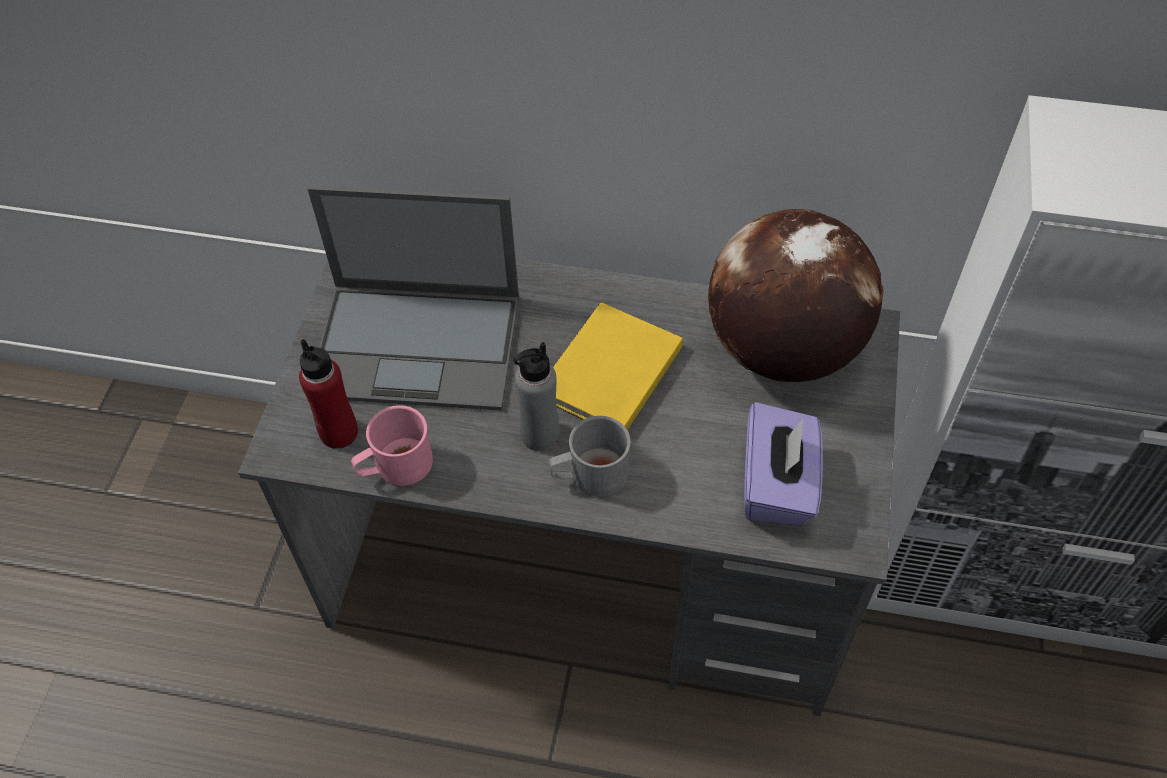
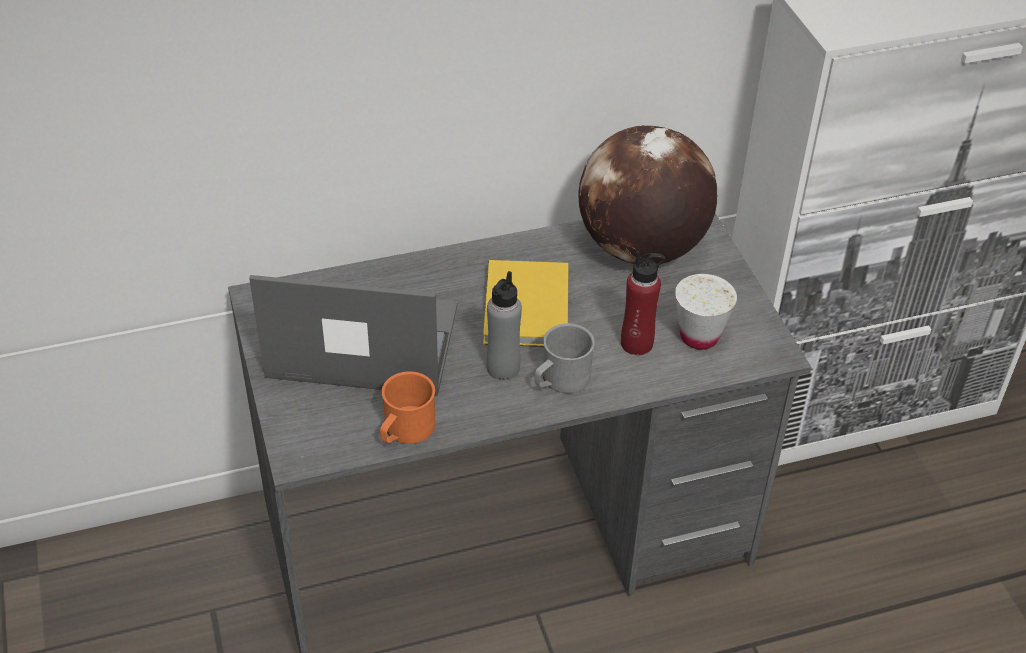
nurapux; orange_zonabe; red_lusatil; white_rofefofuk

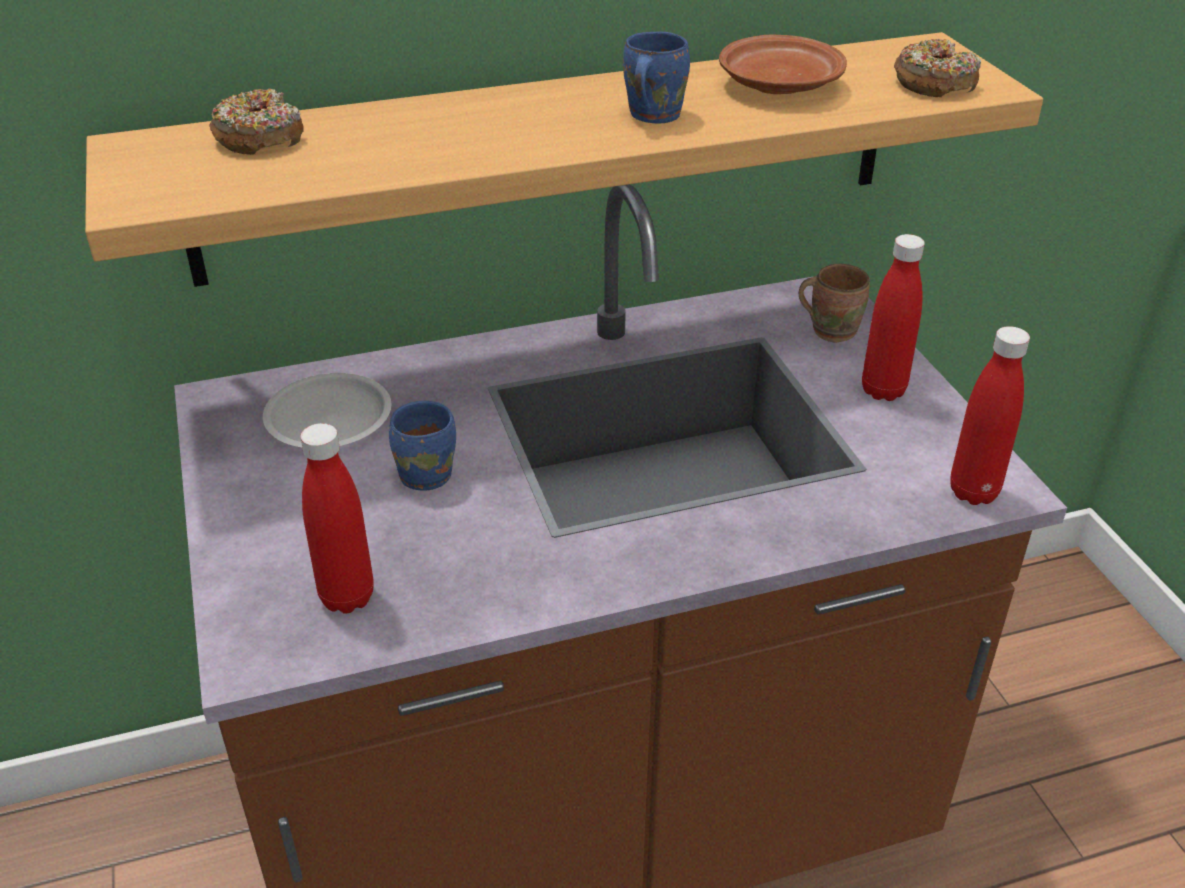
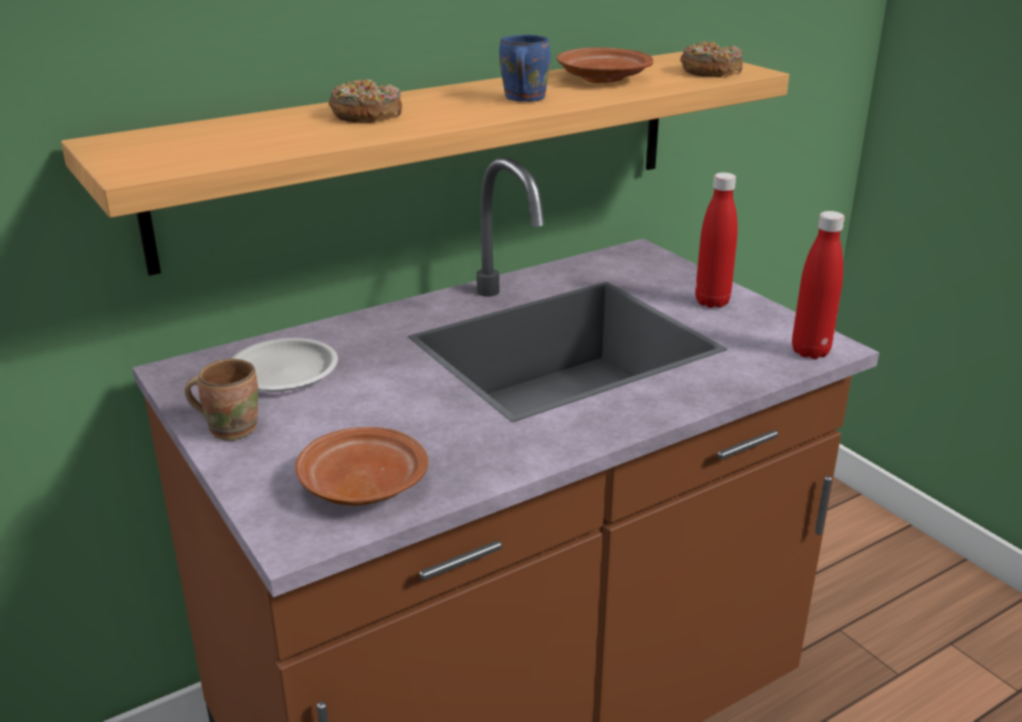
brown_zonabe; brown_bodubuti (1st from left); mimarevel (1st from left); blue_zonabe (1st from left in the first image)

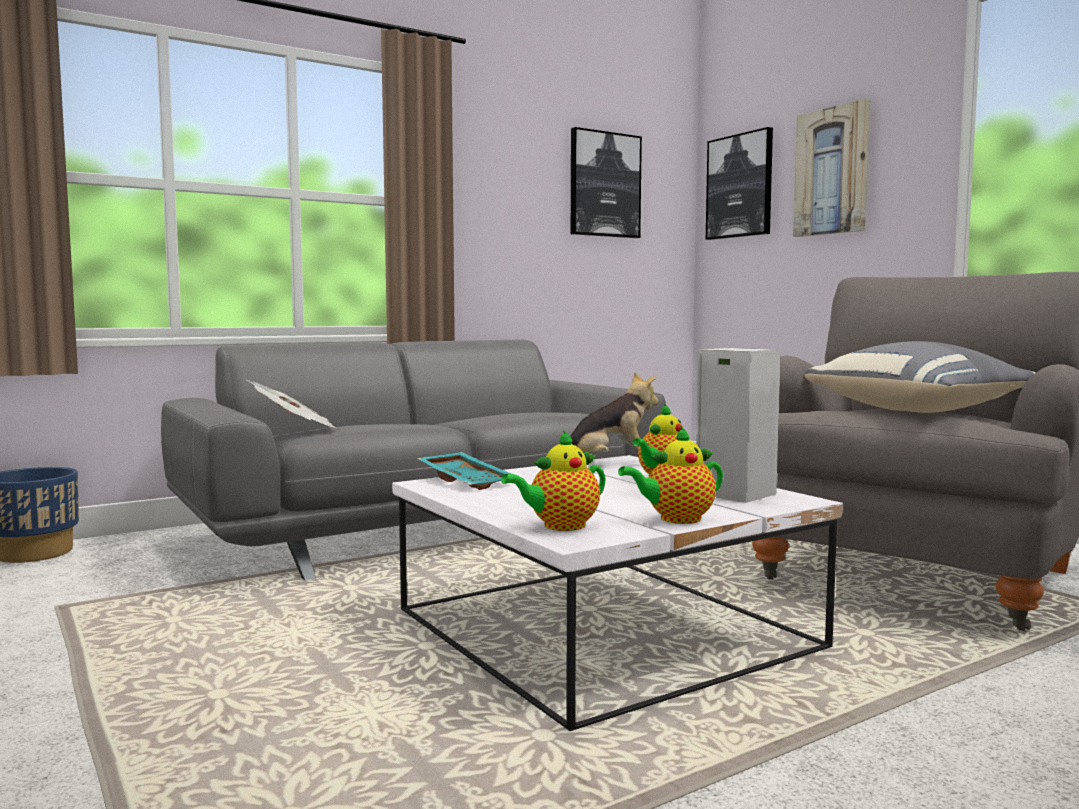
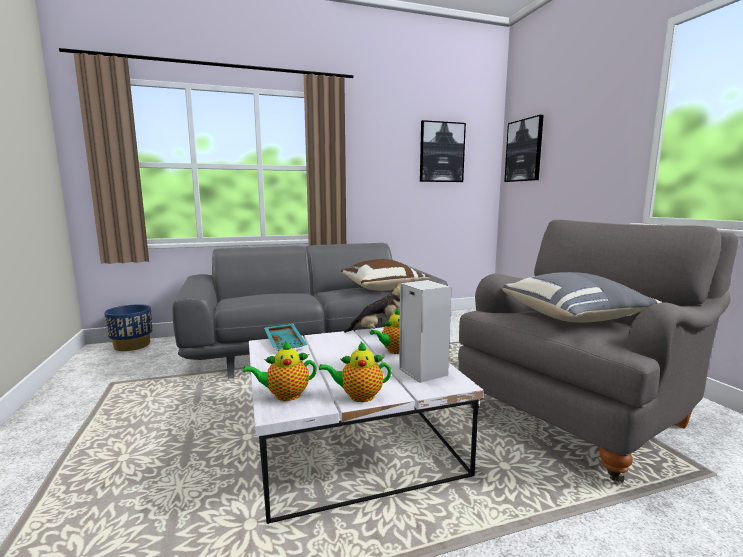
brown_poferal; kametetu; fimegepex (3rd from left in the first image)

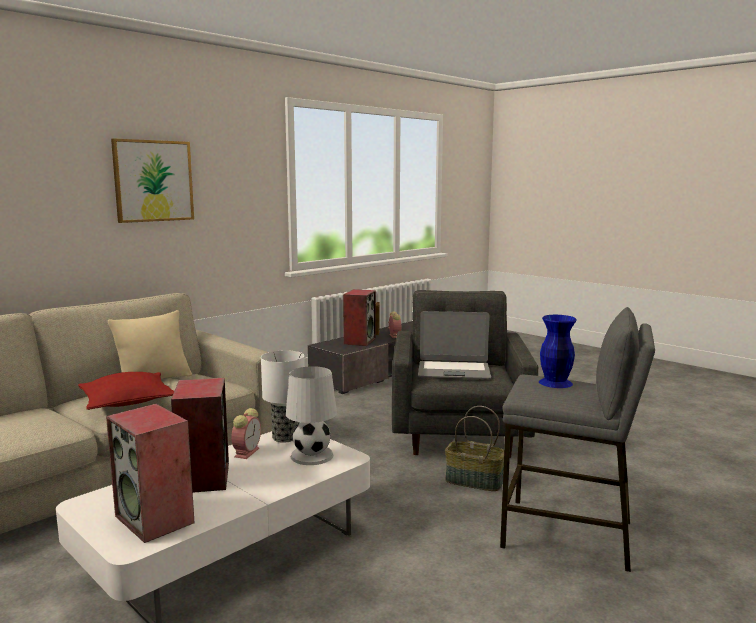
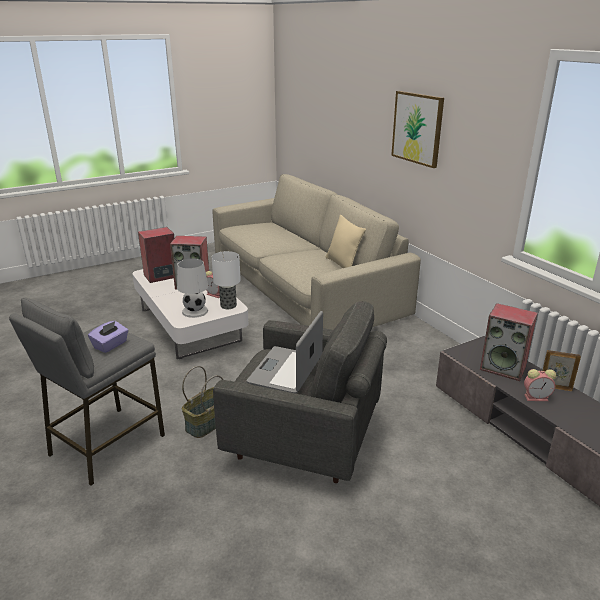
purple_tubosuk; red_poferal

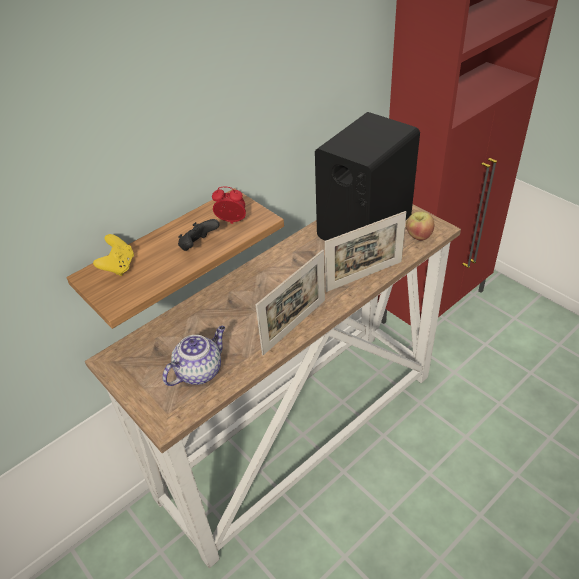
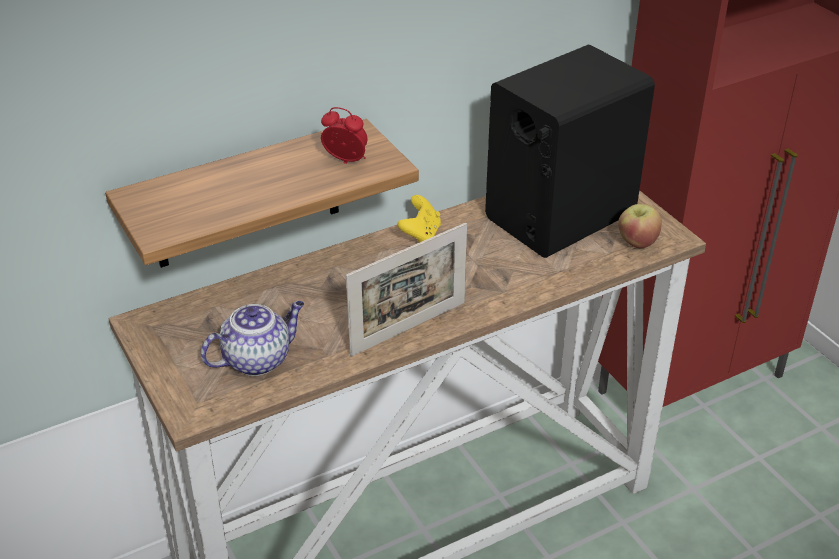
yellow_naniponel; black_naniponel; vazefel (2nd from left in the first image)

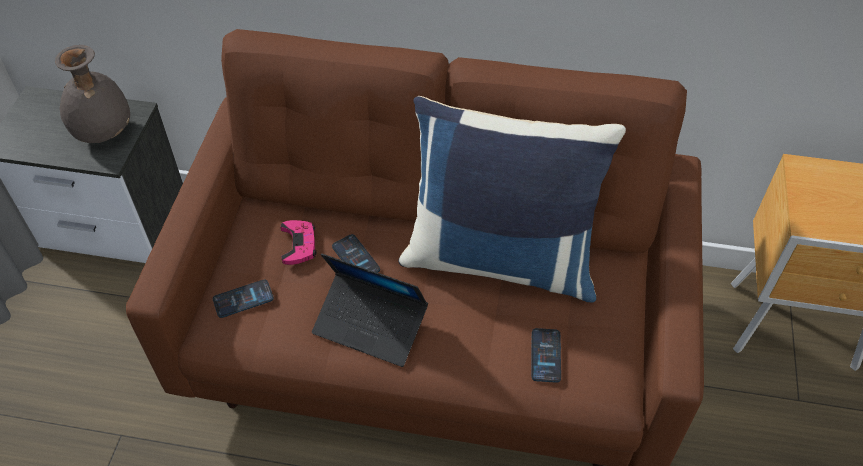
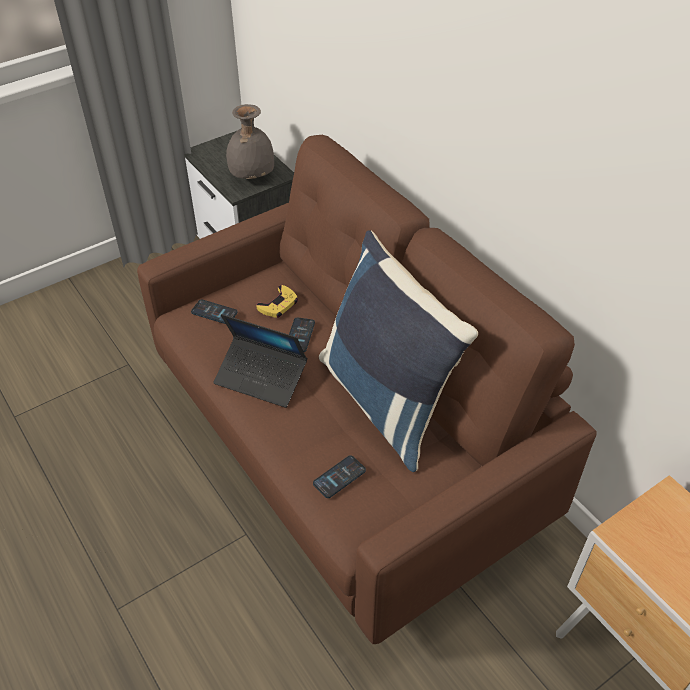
nurapux; yellow_naniponel

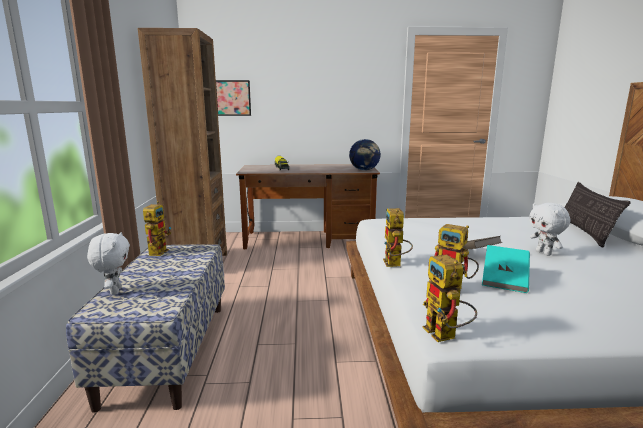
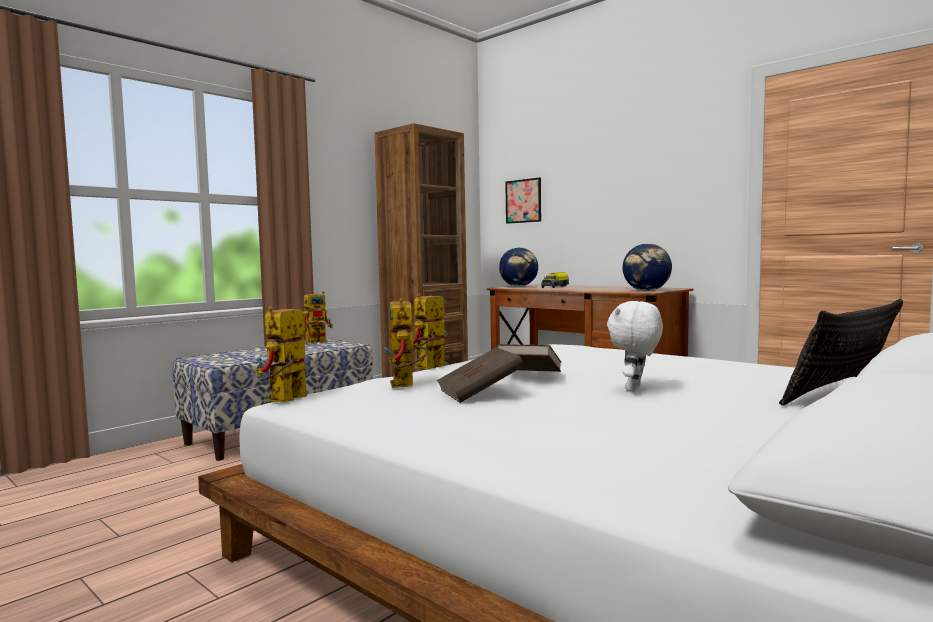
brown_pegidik (1st from left); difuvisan (1st from left); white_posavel (1st from left in the first image)

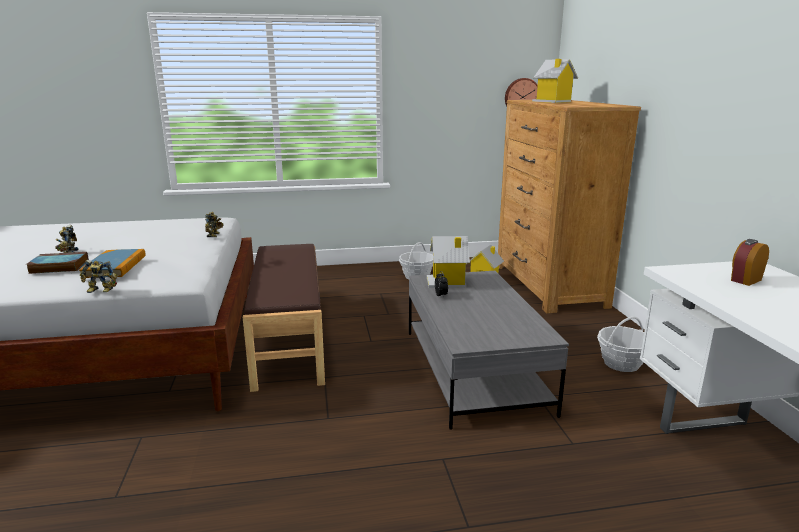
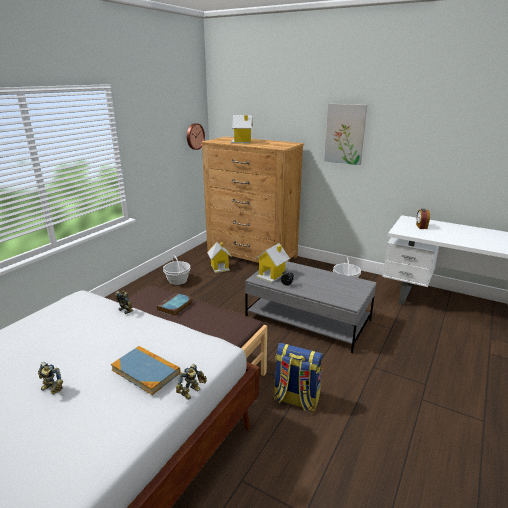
pegidik (2nd from left); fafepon; fimegepex

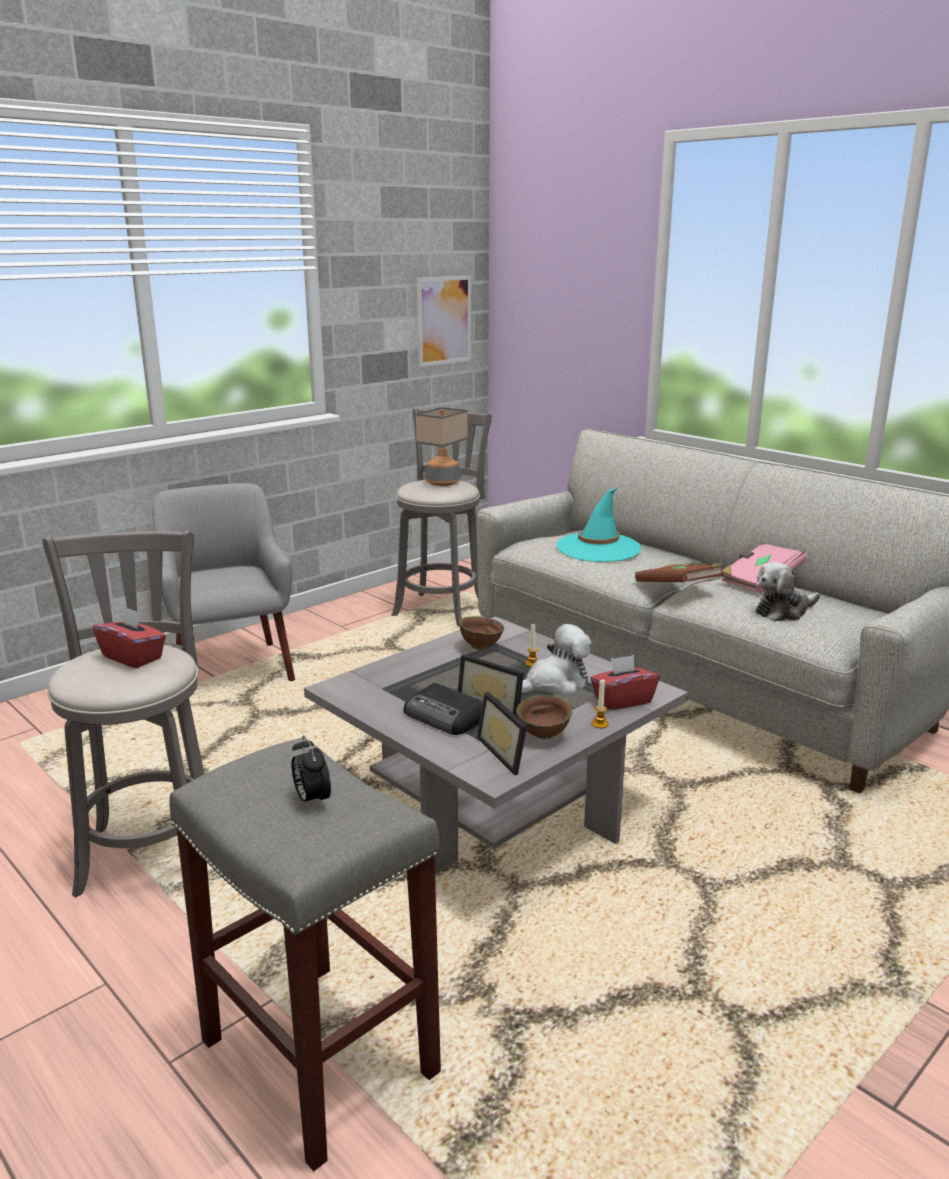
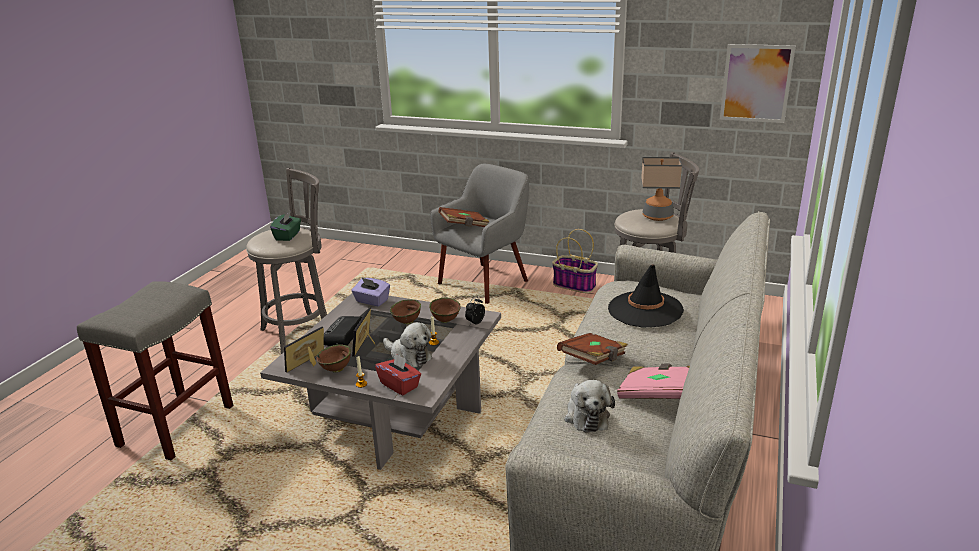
green_tubosuk; purple_tubosuk; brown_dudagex (2nd from left); brown_pegidik (1st from left); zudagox; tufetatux; posavel (2nd from left); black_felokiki

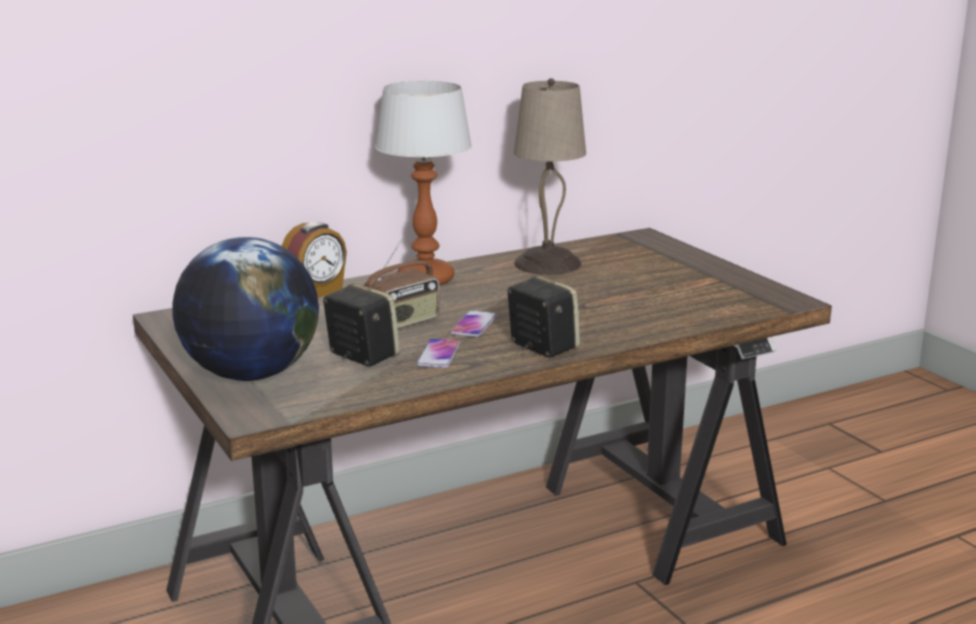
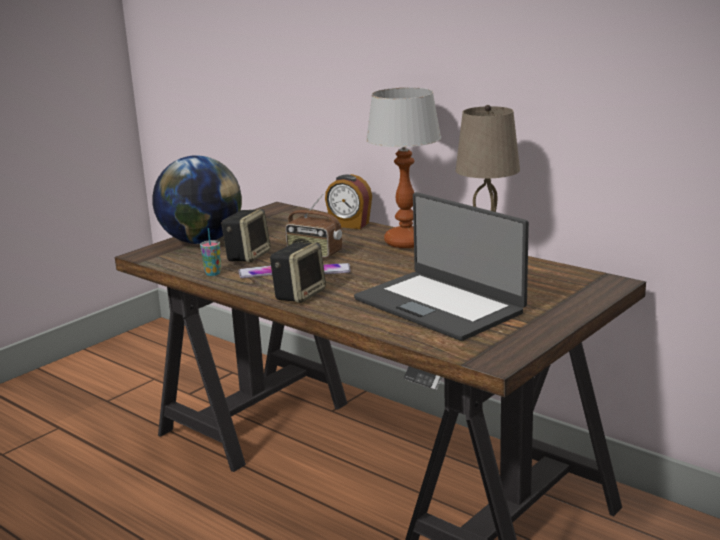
rofefofuk; nurapux

